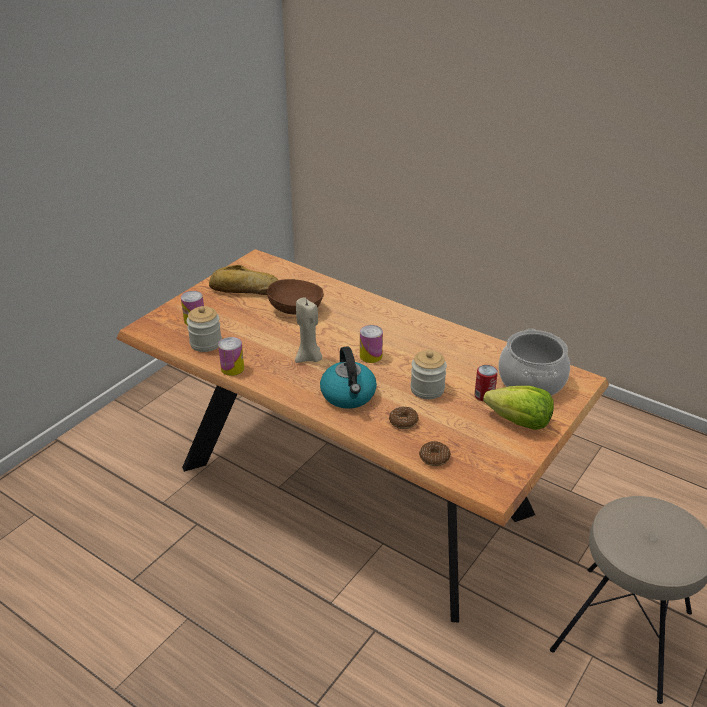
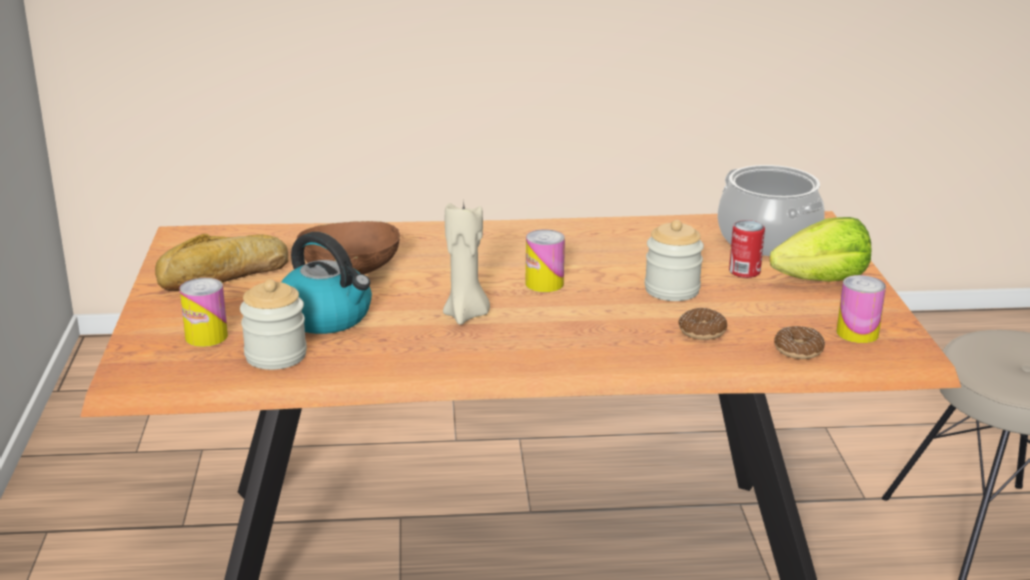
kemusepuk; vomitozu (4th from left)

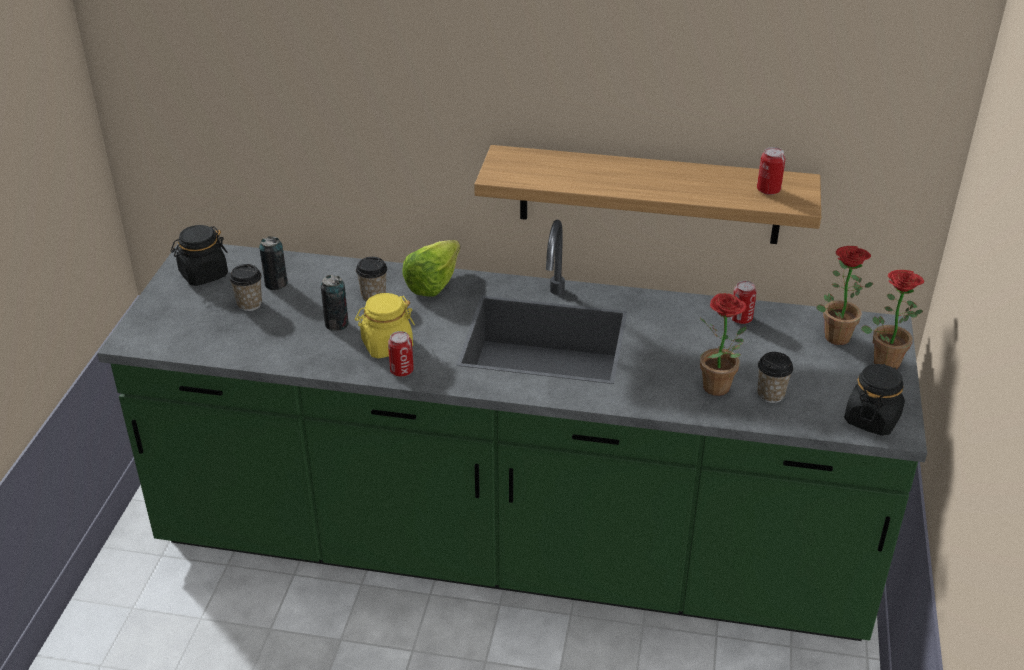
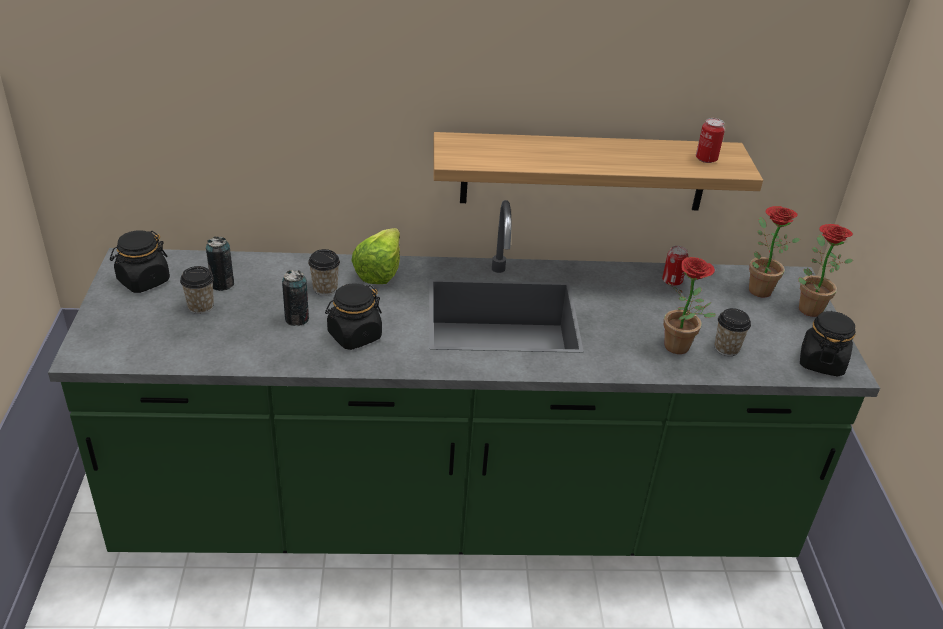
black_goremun (2nd from left); vomitozu (3rd from left in the first image)

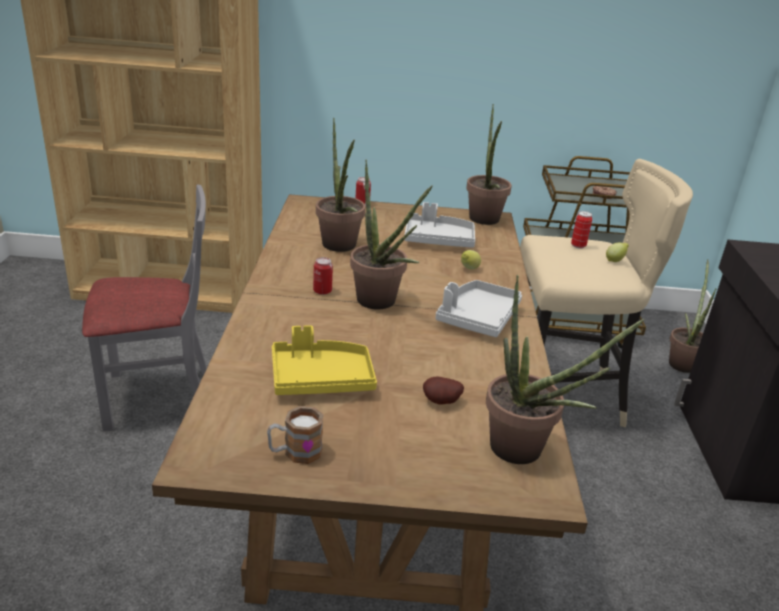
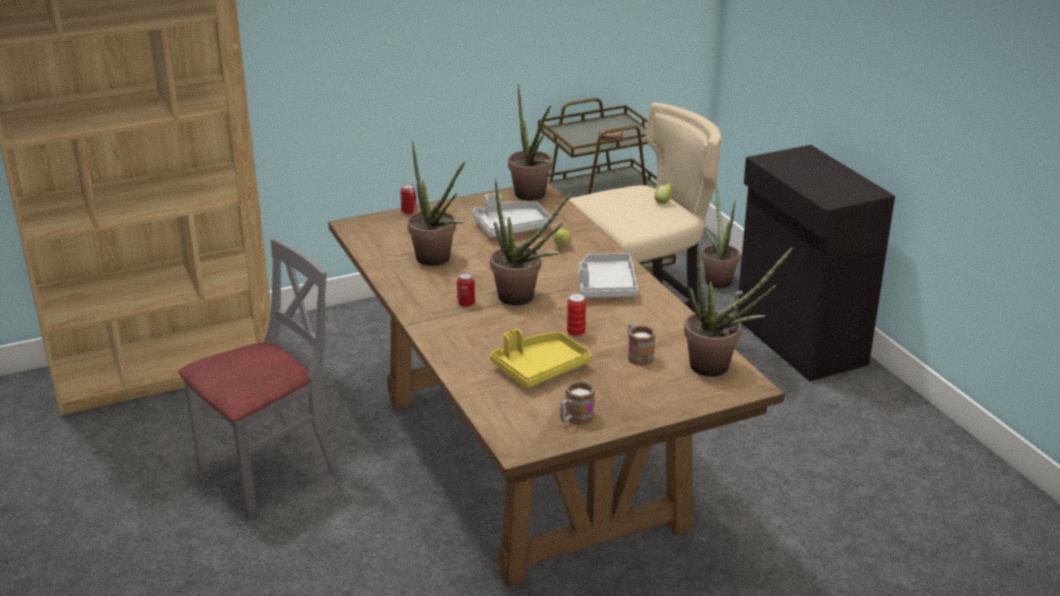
vomitozu (3rd from left); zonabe (2nd from left)

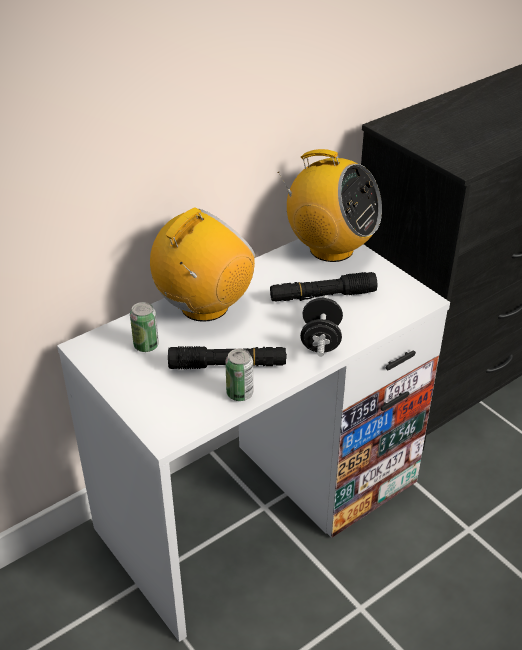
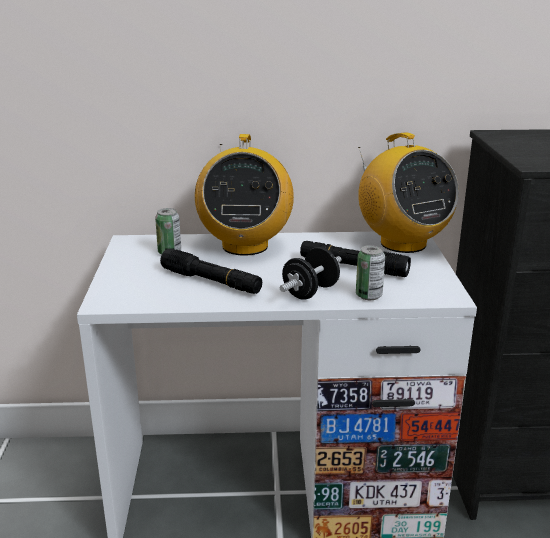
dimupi (1st from left); vomitozu (2nd from left)

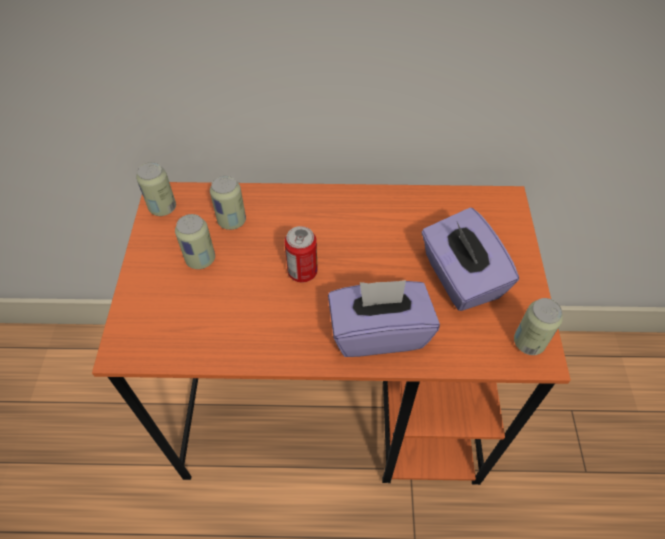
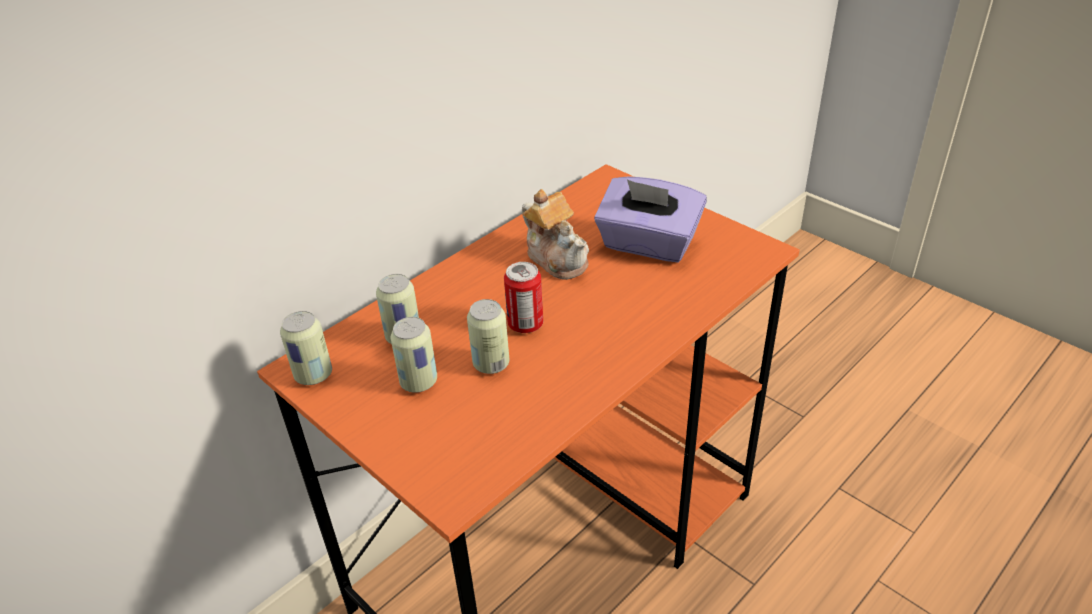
vomitozu (4th from left); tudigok; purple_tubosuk (1st from left in the first image)

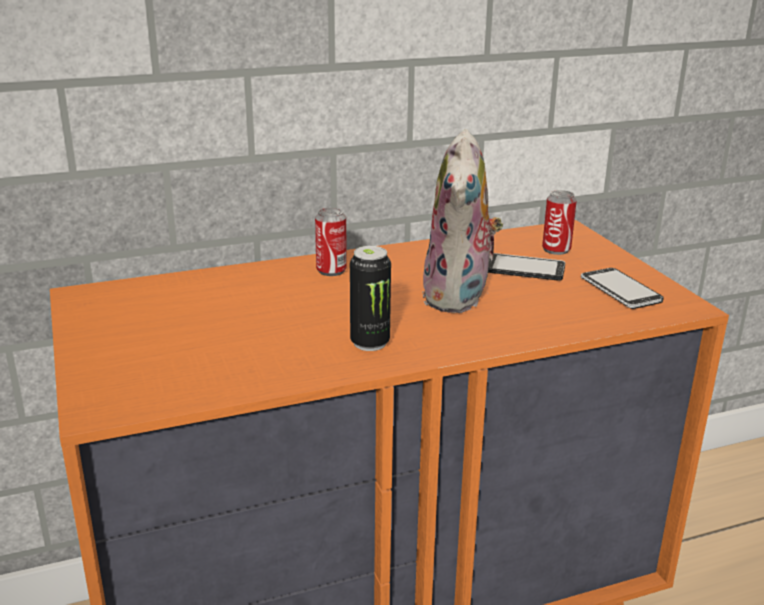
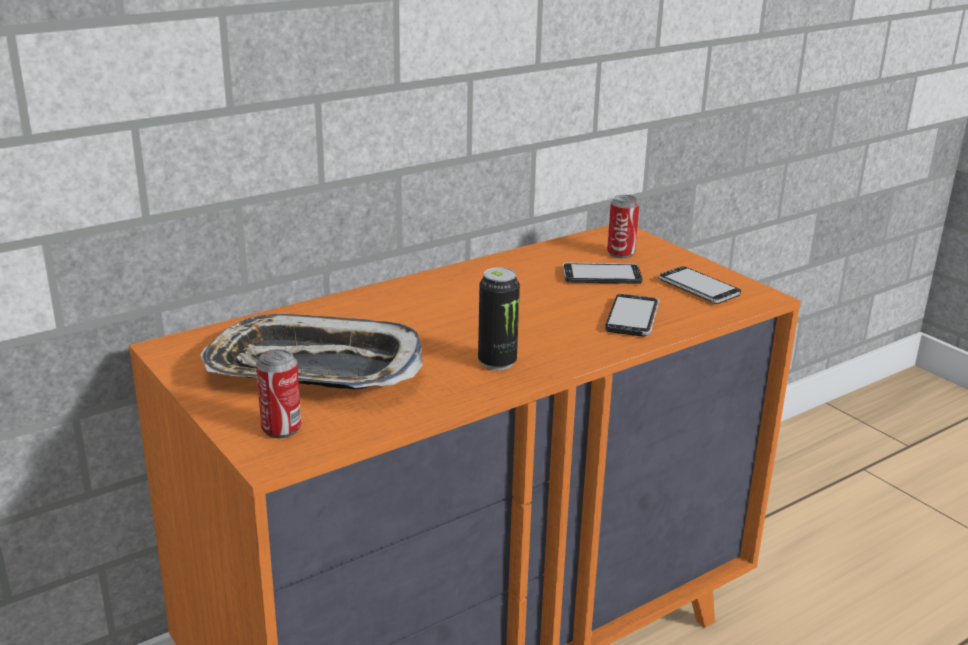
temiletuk; vomitozu (1st from left); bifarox (2nd from left); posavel

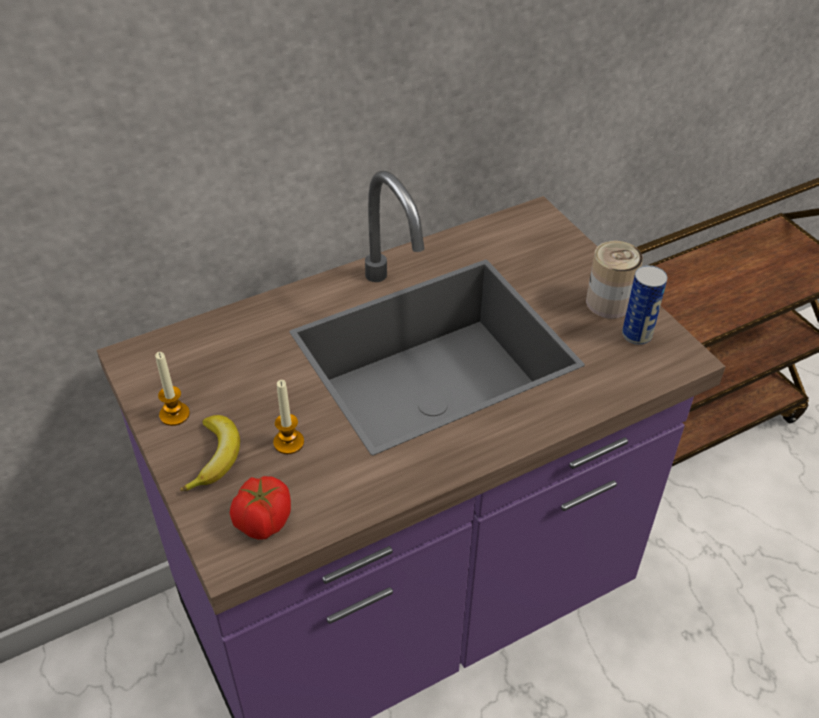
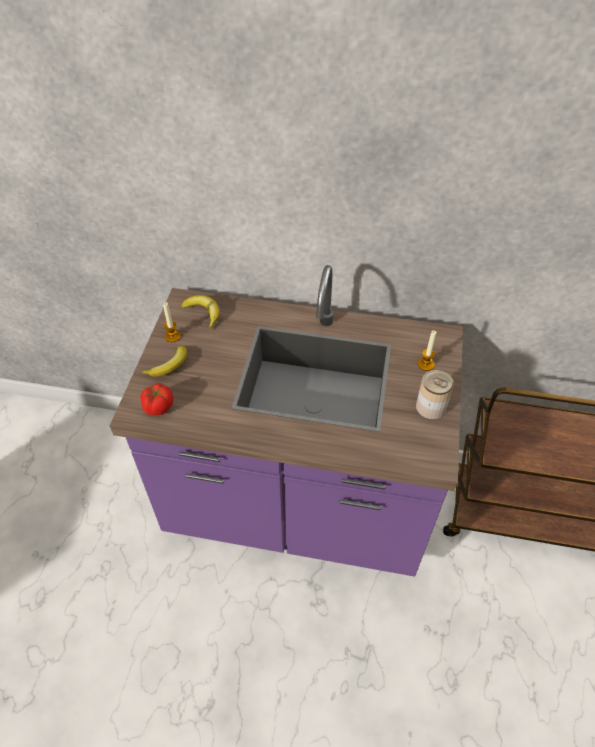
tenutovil (2nd from left); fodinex (2nd from left); vomitozu (2nd from left in the first image)

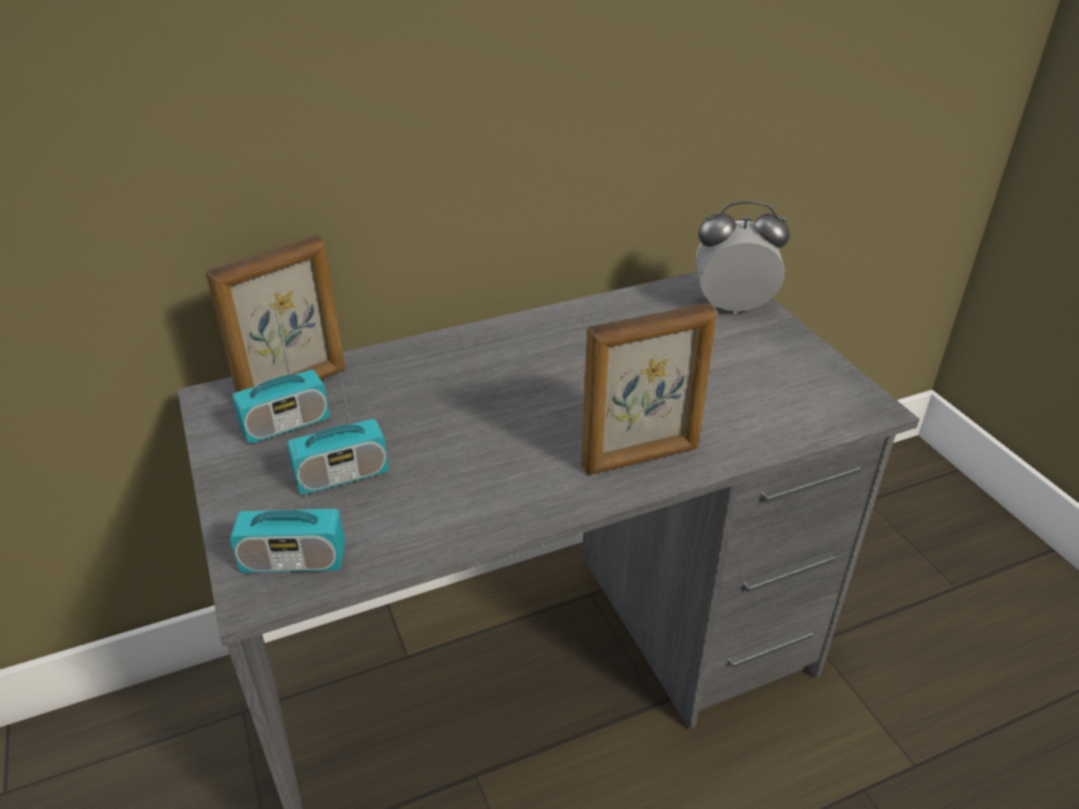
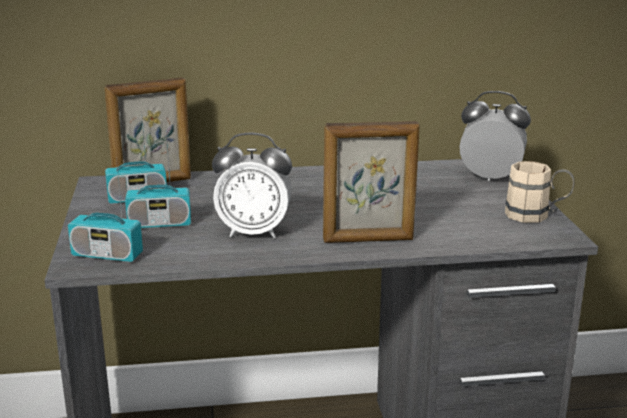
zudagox (1st from left); beige_zonabe

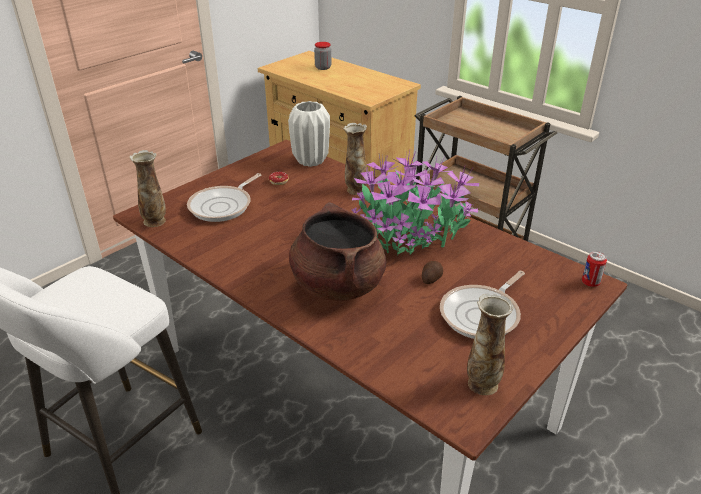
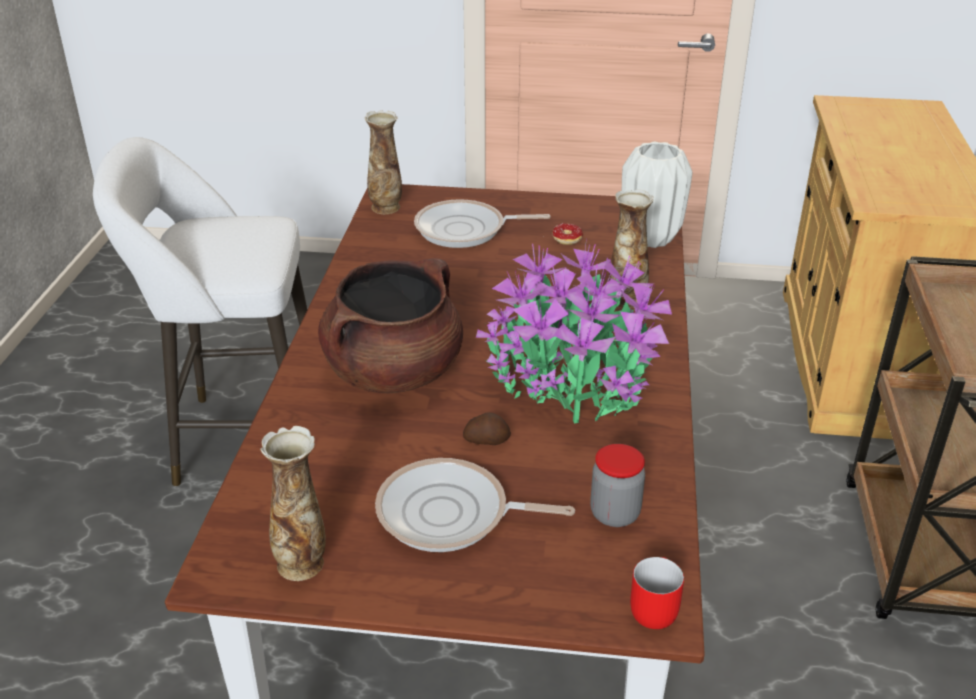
goremun; red_zonabe

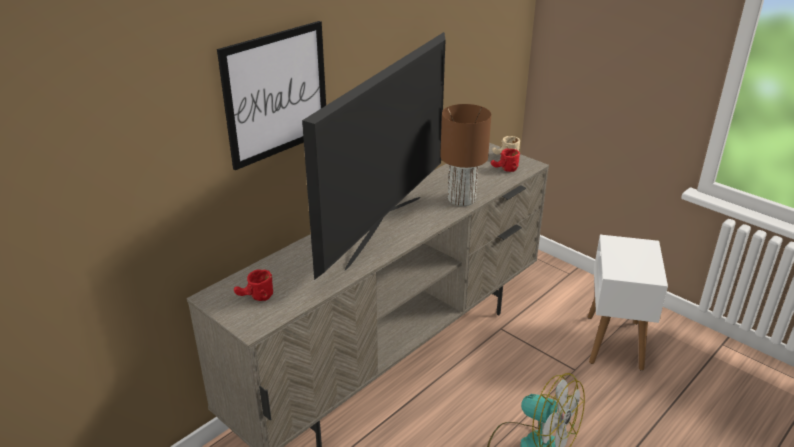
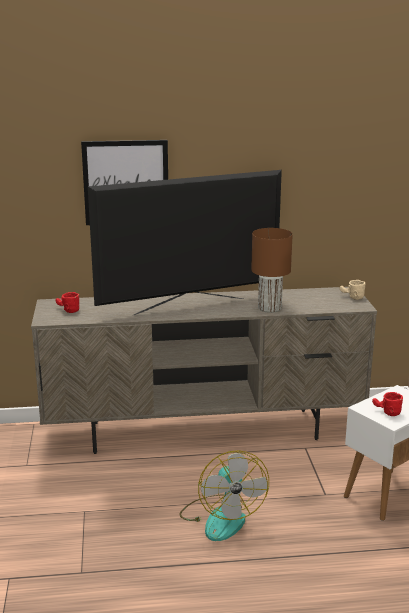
red_zonabe (2nd from left)

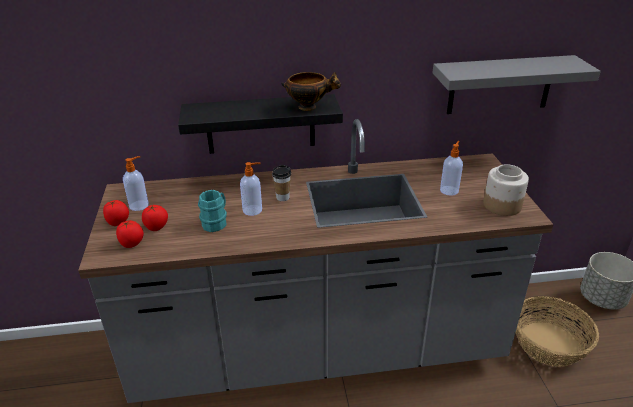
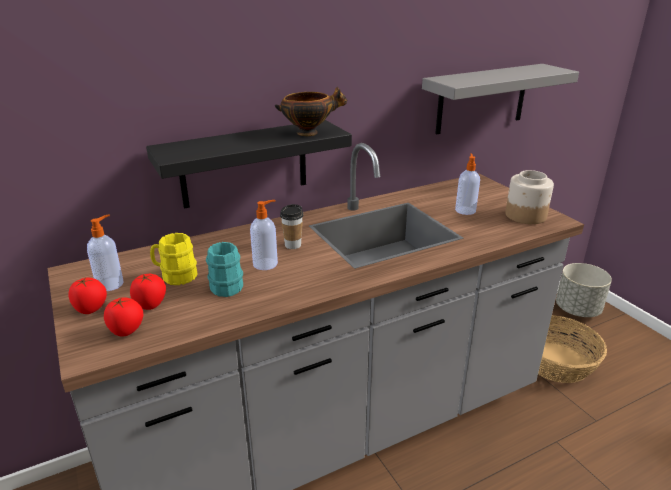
yellow_zonabe

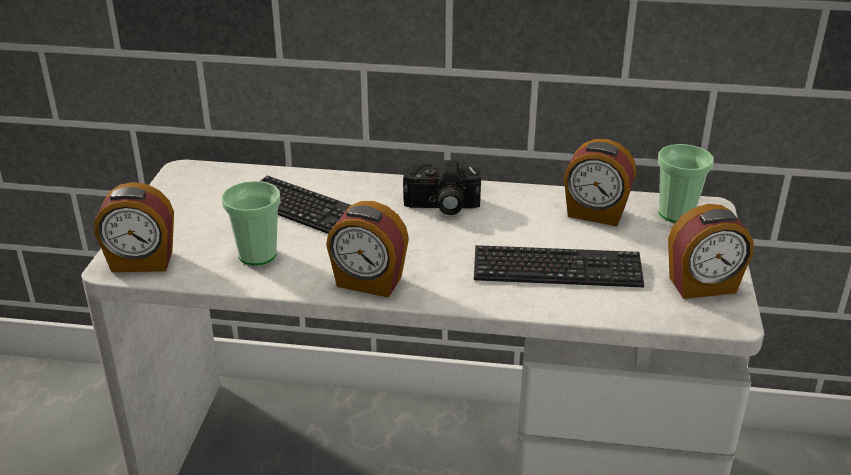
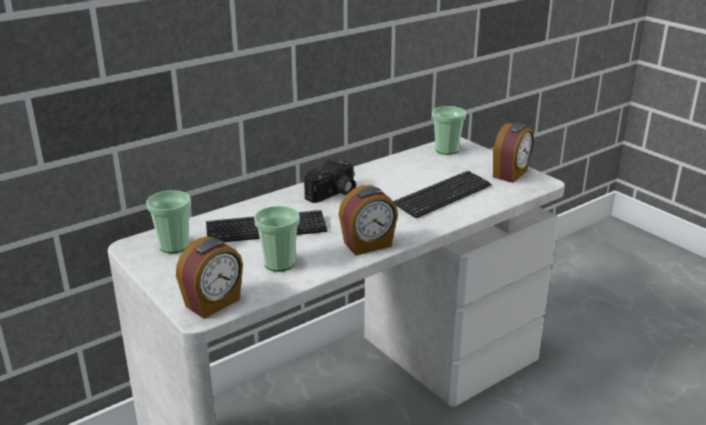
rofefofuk (1st from left); zudagox (3rd from left in the first image)

